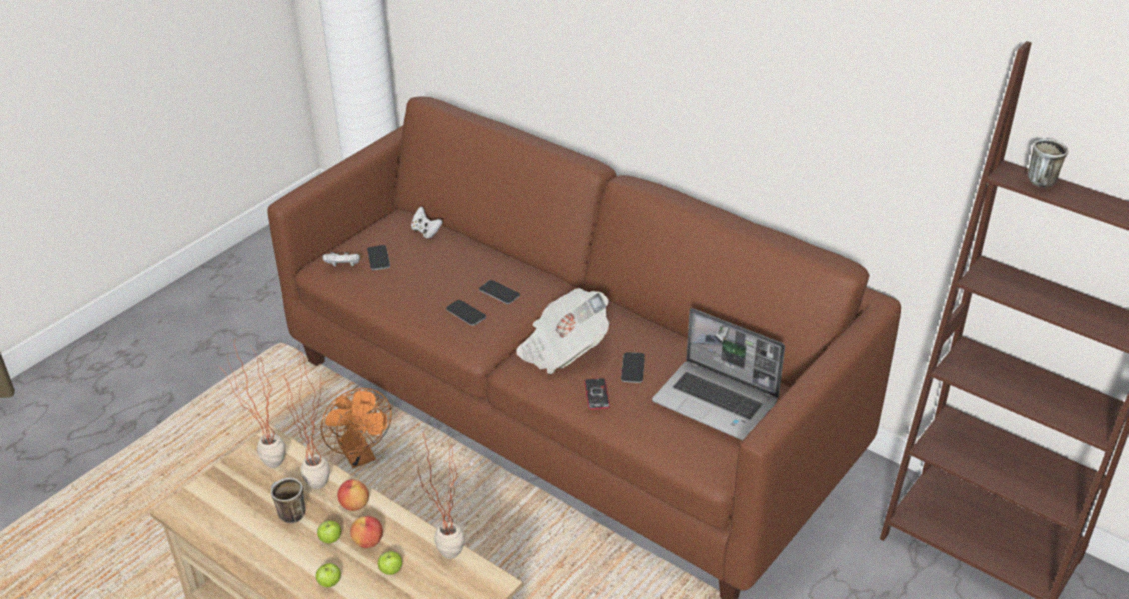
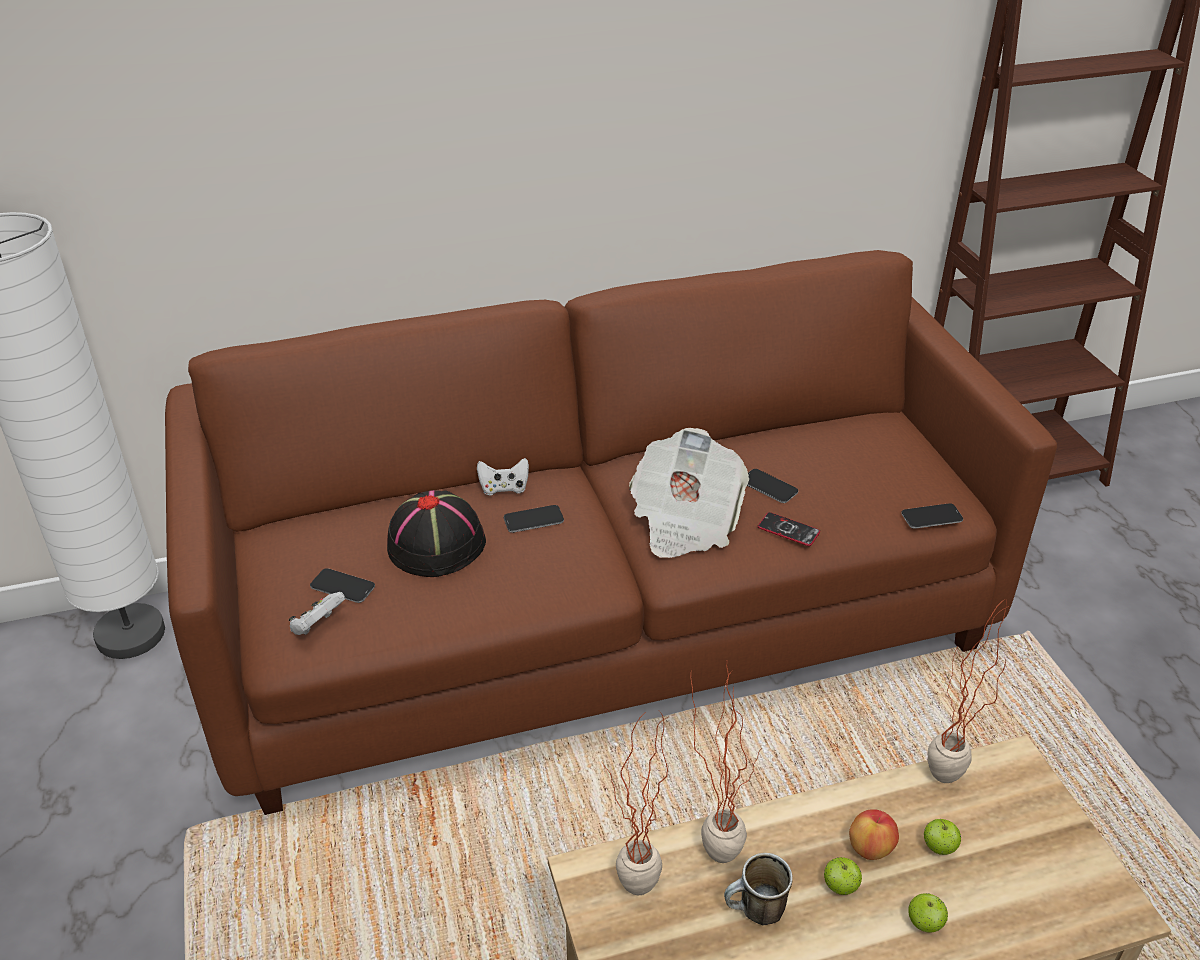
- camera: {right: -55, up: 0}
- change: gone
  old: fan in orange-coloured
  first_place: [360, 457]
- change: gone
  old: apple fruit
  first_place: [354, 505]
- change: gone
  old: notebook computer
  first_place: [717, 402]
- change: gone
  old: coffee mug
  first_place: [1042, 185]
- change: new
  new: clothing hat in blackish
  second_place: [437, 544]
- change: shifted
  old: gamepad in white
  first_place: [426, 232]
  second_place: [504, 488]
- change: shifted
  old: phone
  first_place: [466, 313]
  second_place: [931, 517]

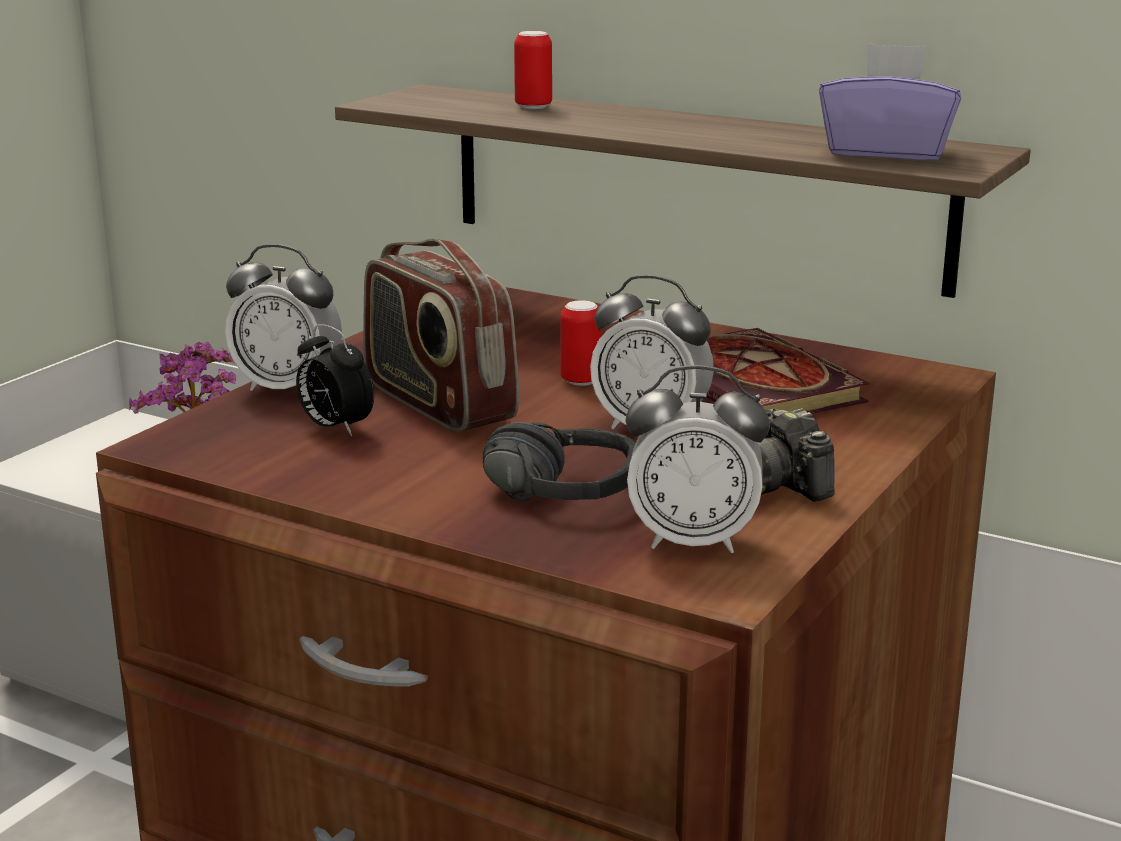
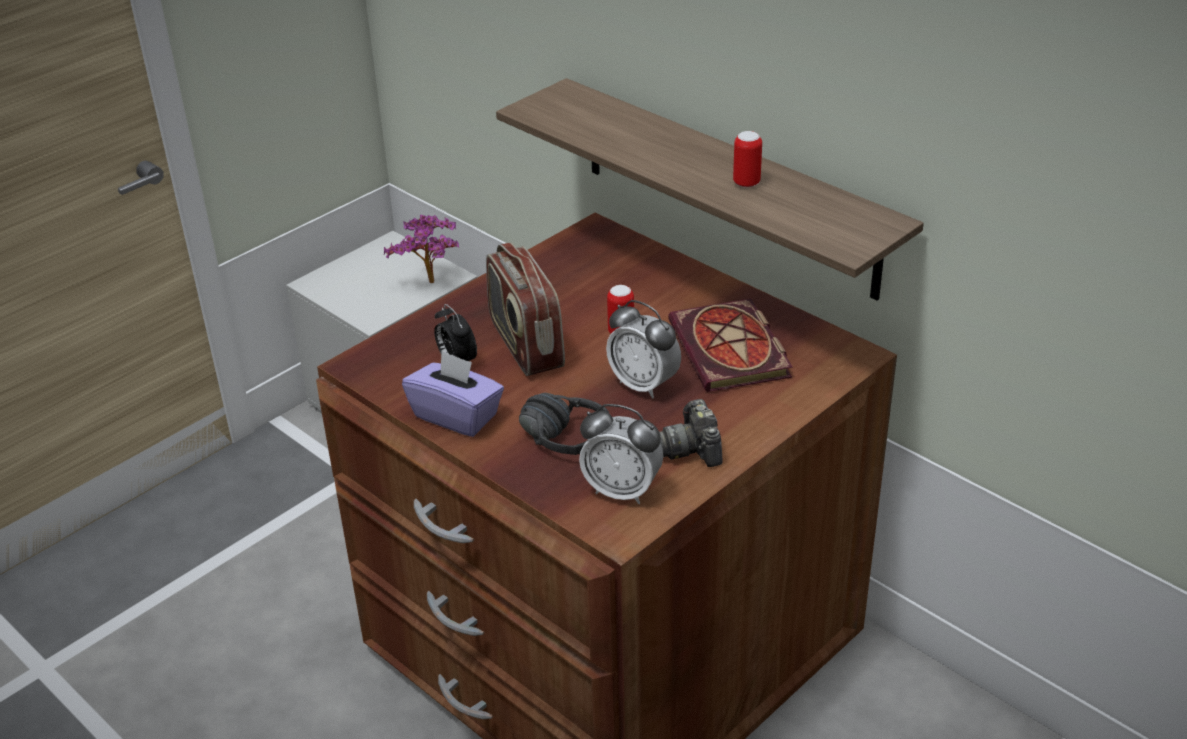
- camera: {right: 15, up: 15}
- change: gone
  old: table clock
  first_place: [287, 388]
- change: shifted
  old: metal can
  first_place: [533, 107]
  second_place: [746, 183]
- change: shifted
  old: tissue holder in purple-coloured
  first_place: [887, 152]
  second_place: [456, 415]

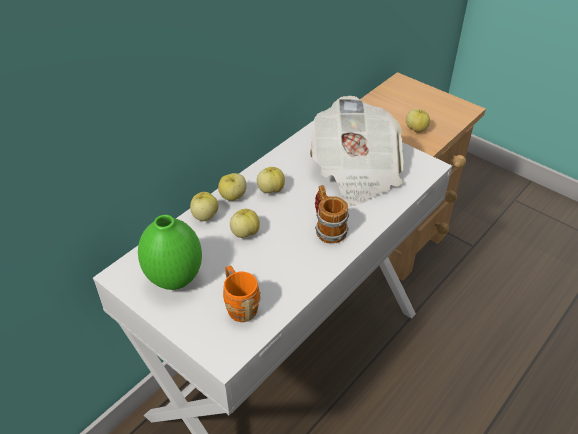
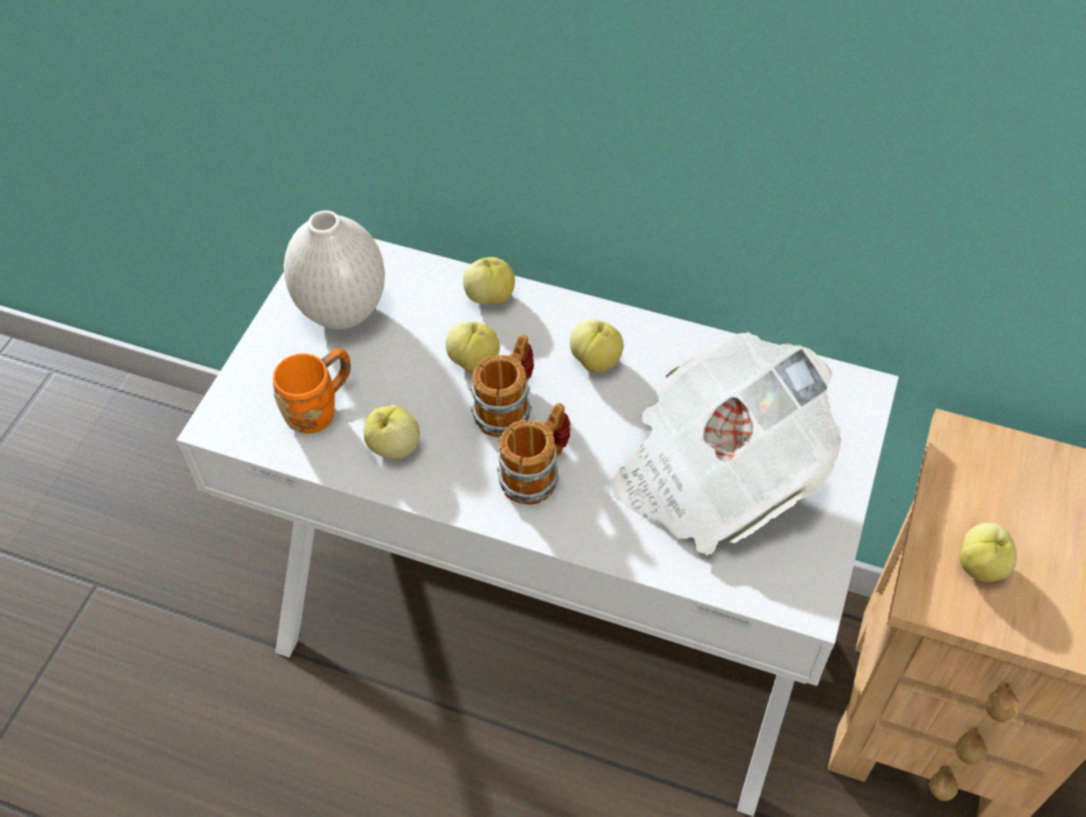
- camera: {right: 70, up: 10}
- change: new
  new: coffee mug
  second_place: [508, 406]
- change: shifted
  old: apple fruit
  first_place: [233, 197]
  second_place: [393, 447]
- change: repainted
  old: flower vase in green
  new: flower vase in white
  first_place: [176, 279]
  second_place: [344, 313]

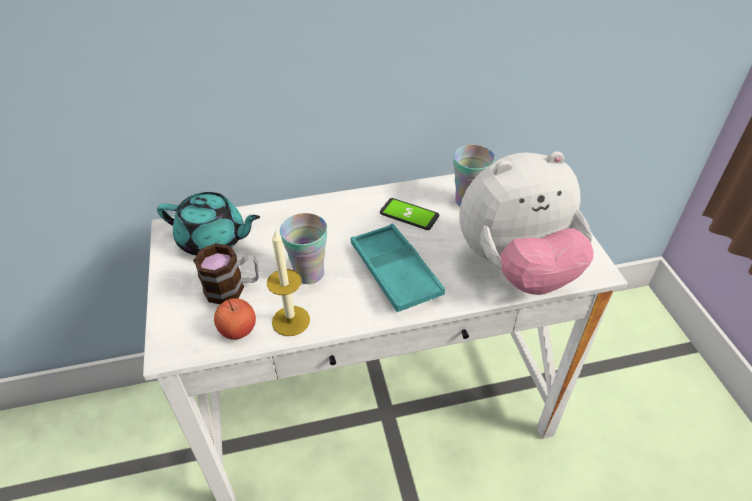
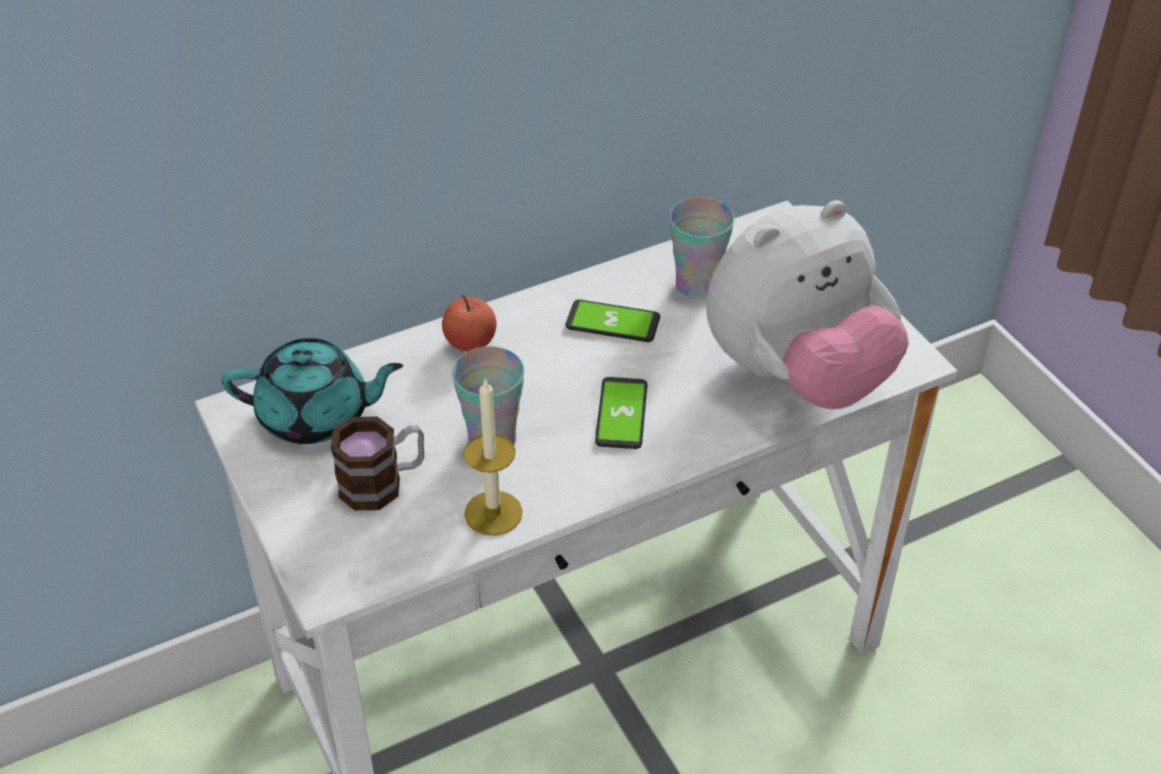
- camera: {right: -15, up: 0}
- change: shifted
  old: apple fruit
  first_place: [238, 330]
  second_place: [470, 342]
- change: swapped
  old: carrying tray in turquoise
  new: phone
  first_place: [394, 272]
  second_place: [621, 414]

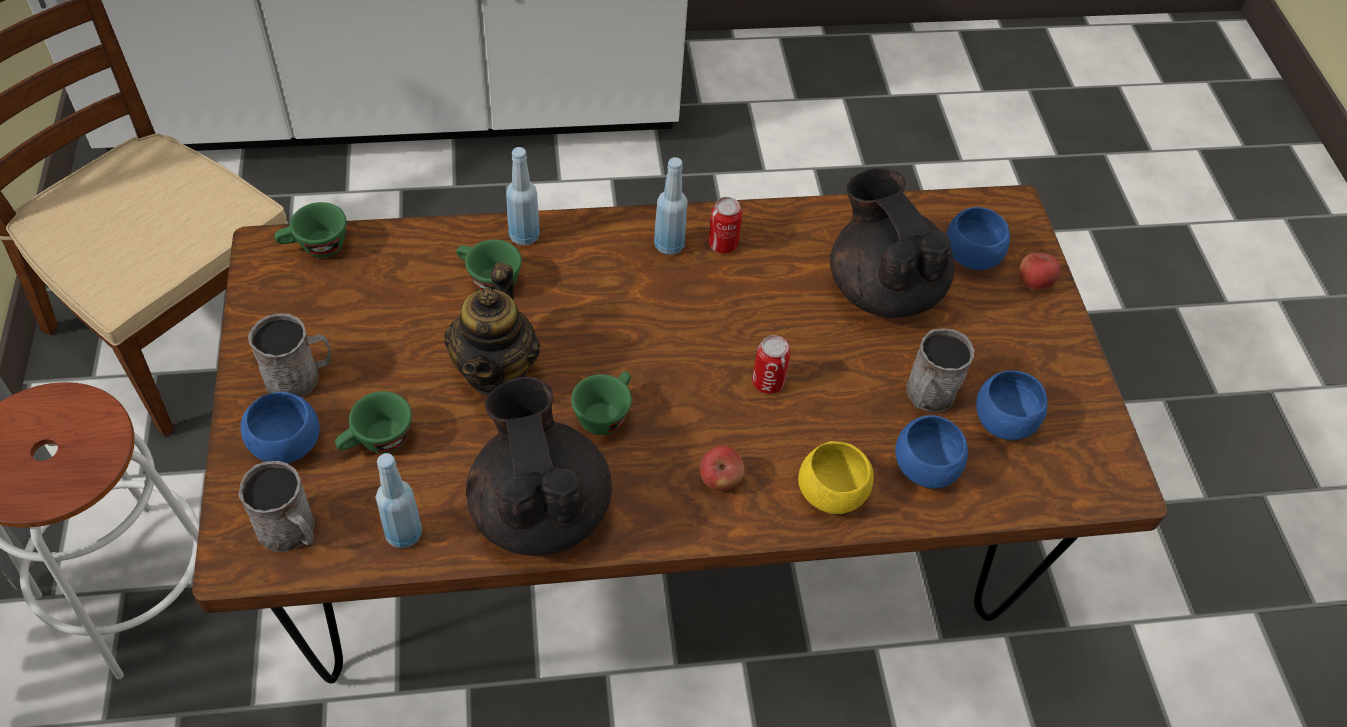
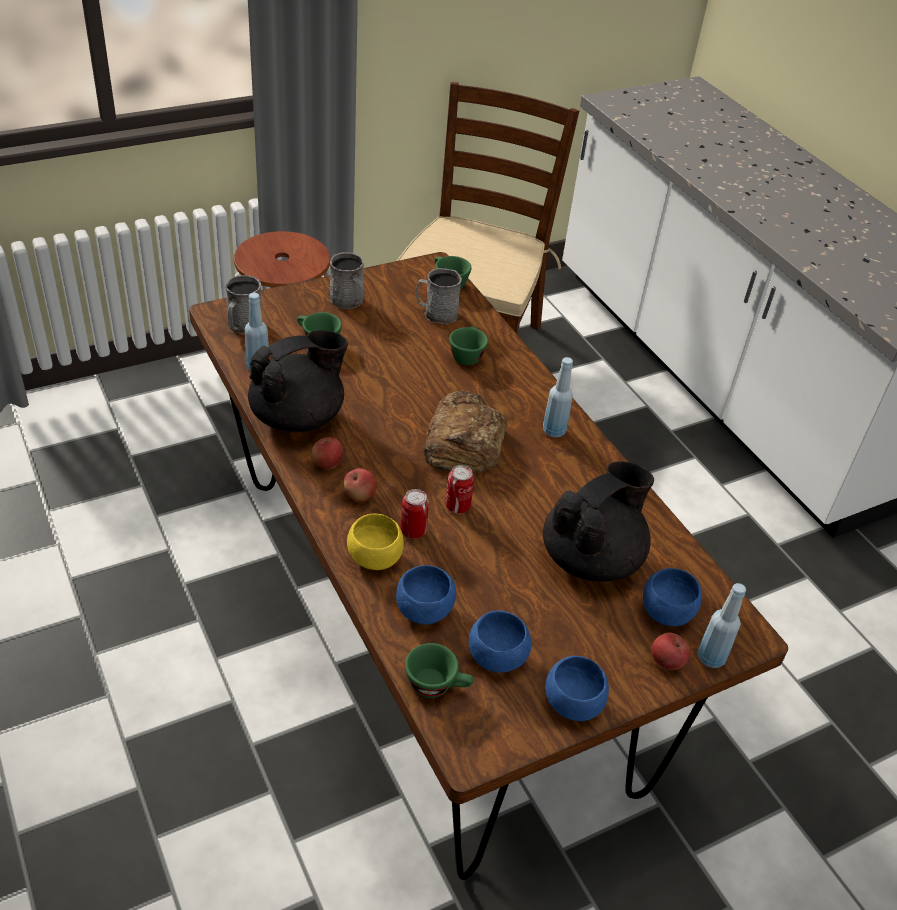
- camera: {right: 70, up: -10}
- change: gone
  old: tea pot
  first_place: [496, 371]
- change: new
  new: apple fruit
  second_place: [327, 463]
- change: new
  new: bread
  second_place: [463, 442]
- change: shifted
  old: deep dish in blue-coloured
  first_place: [286, 445]
  second_place: [572, 704]
- change: shifted
  old: beverage bottle in blue-coloured
  first_place: [524, 236]
  second_place: [711, 658]
- change: shifted
  old: drinking cup in green
  first_place: [605, 413]
  second_place: [437, 685]
- change: shifted
  old: metal can
  first_place: [722, 244]
  second_place: [413, 530]
- change: shifted
  old: coffee mug in gray
  first_place: [927, 396]
  second_place: [436, 313]

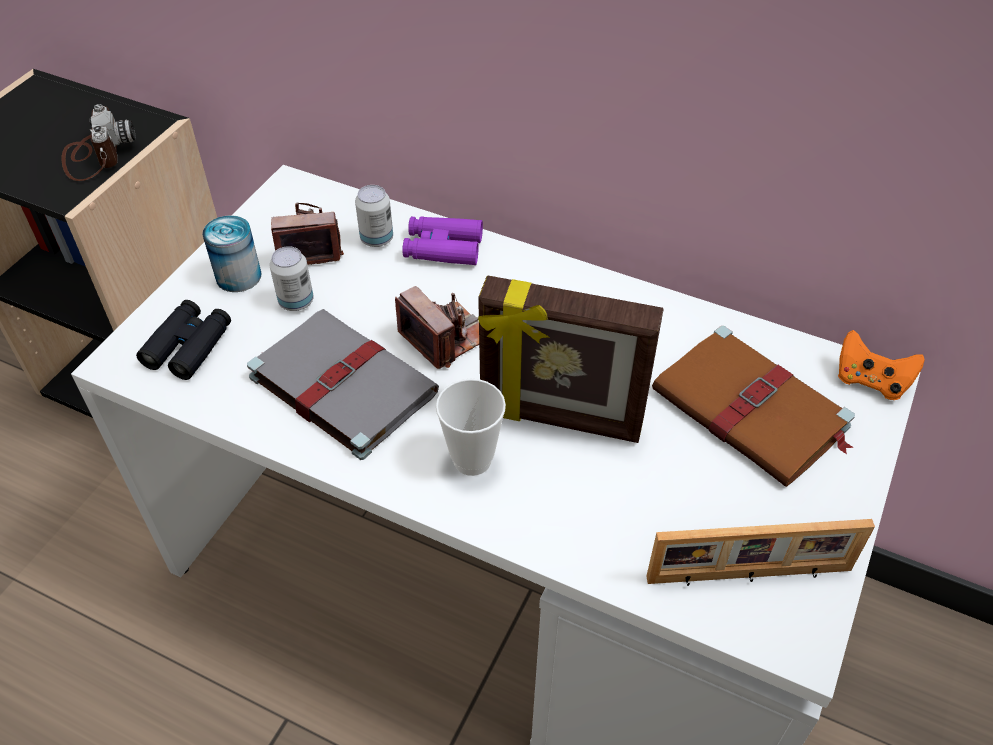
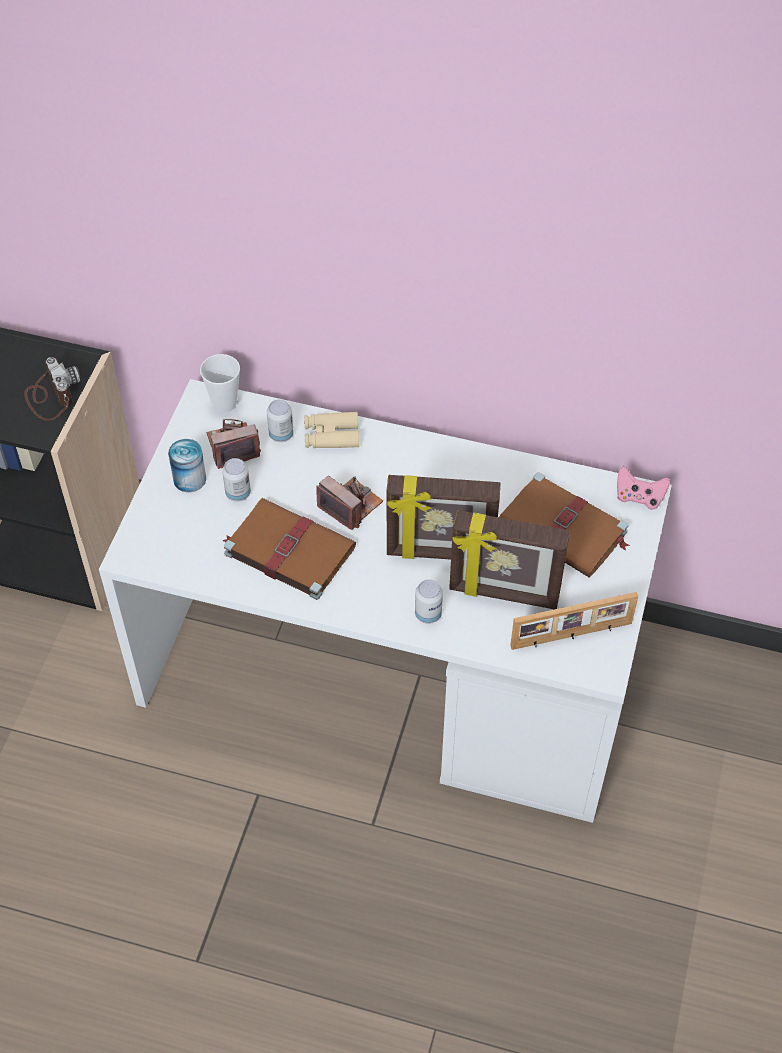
- camera: {right: -10, up: 5}
- change: gone
  old: pair of binoculars in blackish
  first_place: [188, 346]
- change: new
  new: metal can
  second_place: [428, 614]
- change: new
  new: picture frame
  second_place: [503, 594]
- change: shifted
  old: drinking cup
  first_place: [472, 460]
  second_place: [224, 403]
- change: repainted
  old: volume in gray
  new: volume in brown-coloured
  first_place: [340, 384]
  second_place: [287, 550]
- change: repainted
  old: pair of binoculars in purple-coloured
  new: pair of binoculars in beige-coloured
  first_place: [443, 248]
  second_place: [331, 435]
- change: repainted
  old: gamepad in orange-coloured
  new: gamepad in pinkish
  first_place: [870, 381]
  second_place: [639, 497]

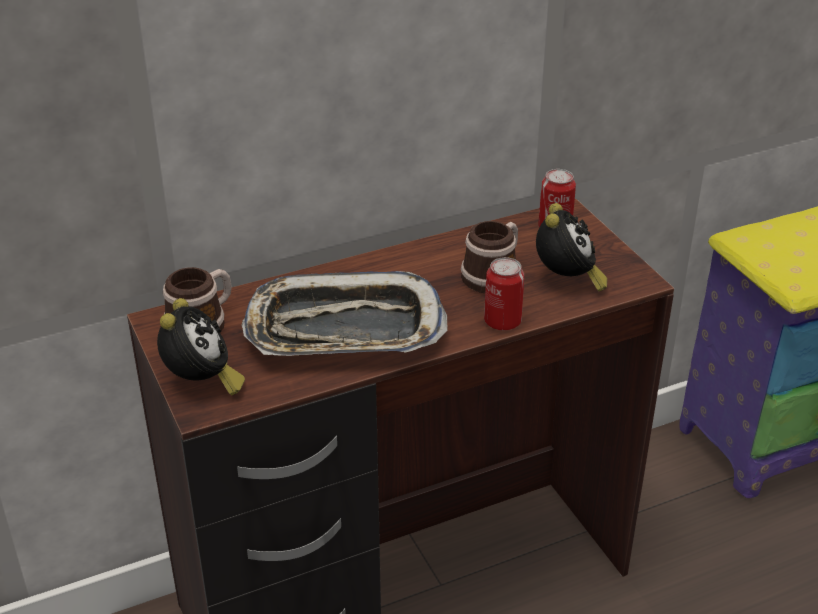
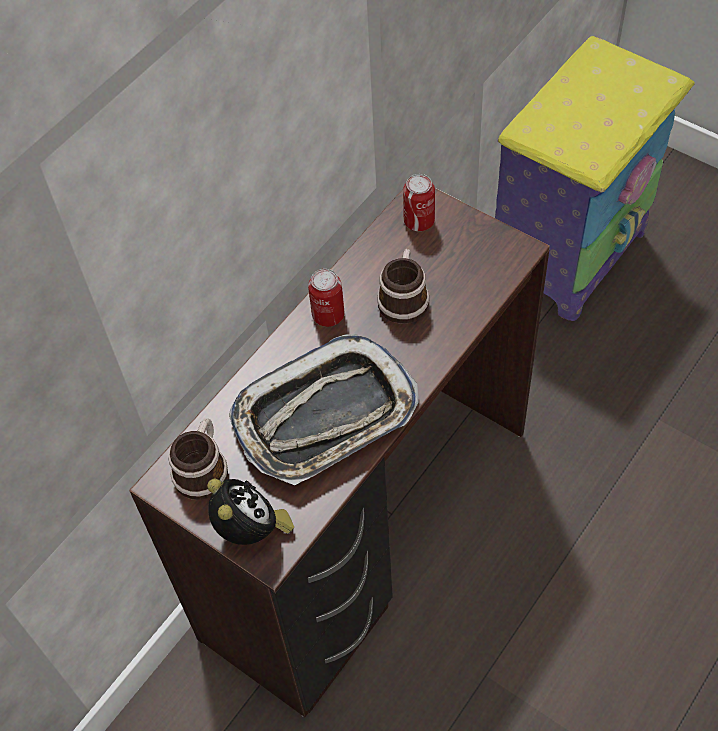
- camera: {right: -25, up: 20}
- change: gone
  old: table clock
  first_place: [567, 281]
- change: shifted
  old: metal can
  first_place: [502, 322]
  second_place: [328, 315]

